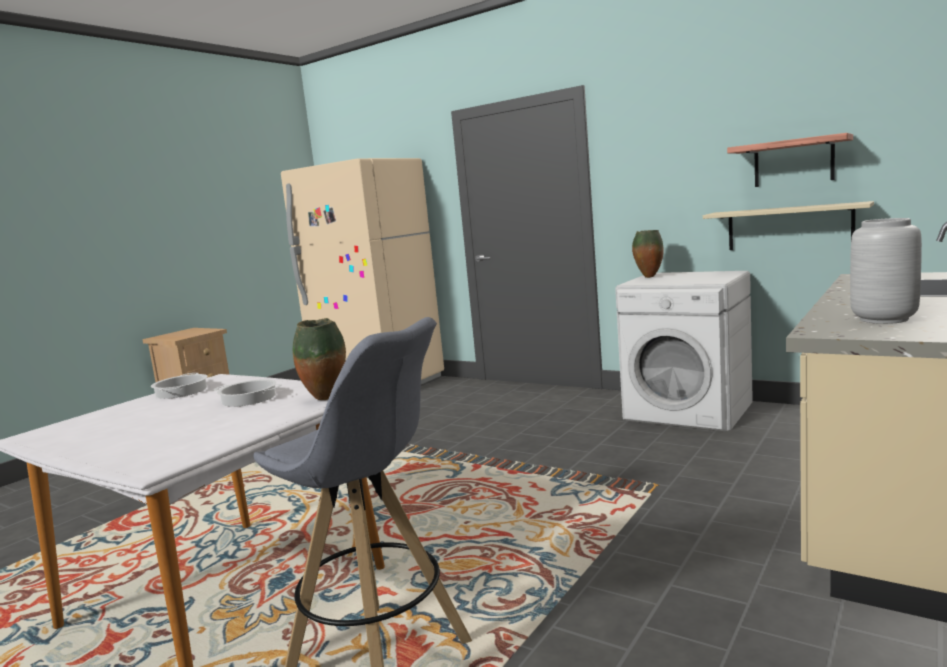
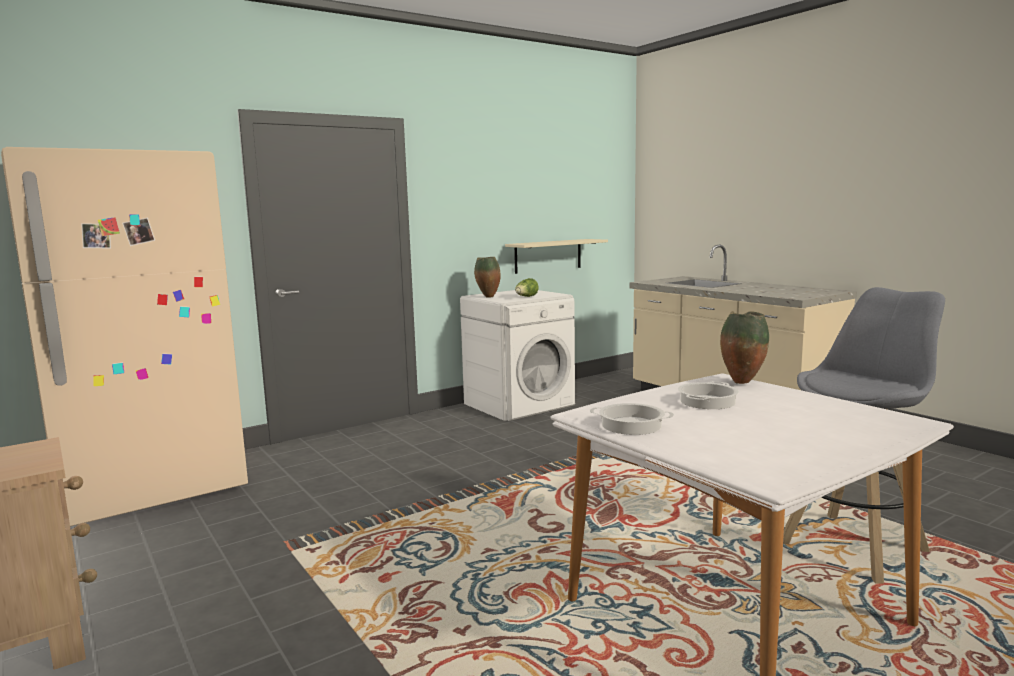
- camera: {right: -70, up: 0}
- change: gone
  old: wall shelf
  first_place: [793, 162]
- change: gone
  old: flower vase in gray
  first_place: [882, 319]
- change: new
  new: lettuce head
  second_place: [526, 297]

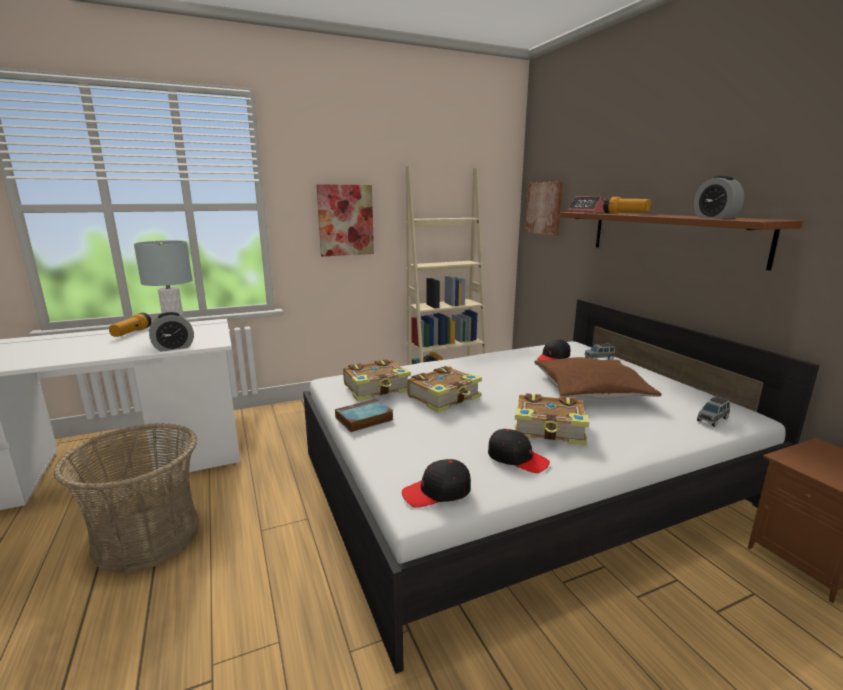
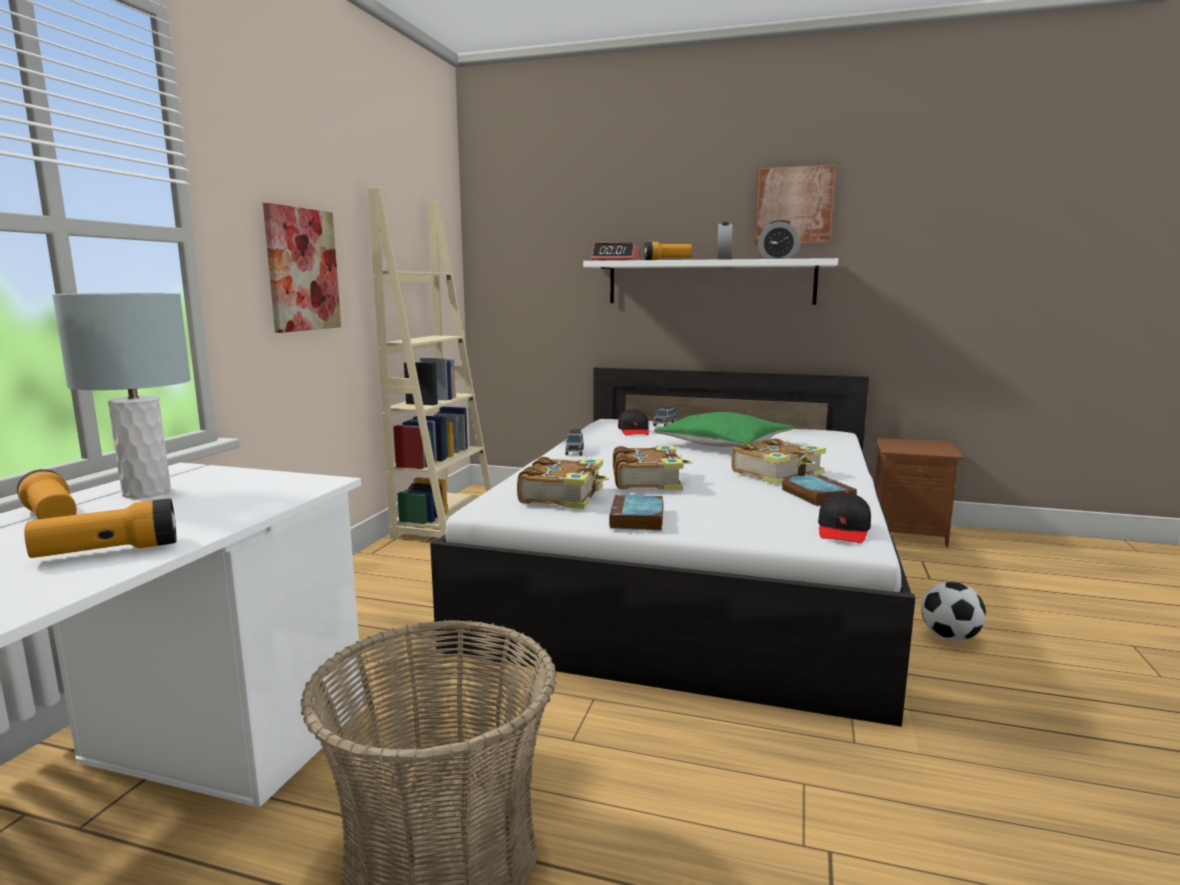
- camera: {right: -50, up: -5}
- change: new
  new: hand torch
  second_place: [108, 551]
- change: new
  new: football
  second_place: [950, 637]
- change: shifted
  old: table clock
  first_place: [174, 347]
  second_place: [723, 259]
- change: shifted
  old: wall art
  first_place: [544, 208]
  second_place: [794, 206]
- change: shifted
  old: miniature car in gray
  first_place: [712, 419]
  second_place: [574, 452]
- change: swapped
  old: cap in blackish
  new: volume
  first_place: [517, 458]
  second_place: [816, 495]
- change: repainted
  old: throw pillow in brown-coloured
  new: throw pillow in green
  first_place: [590, 390]
  second_place: [723, 444]
- change: repainted
  old: wall shelf in brown-coloured
  new: wall shelf in white
  first_place: [671, 236]
  second_place: [710, 282]

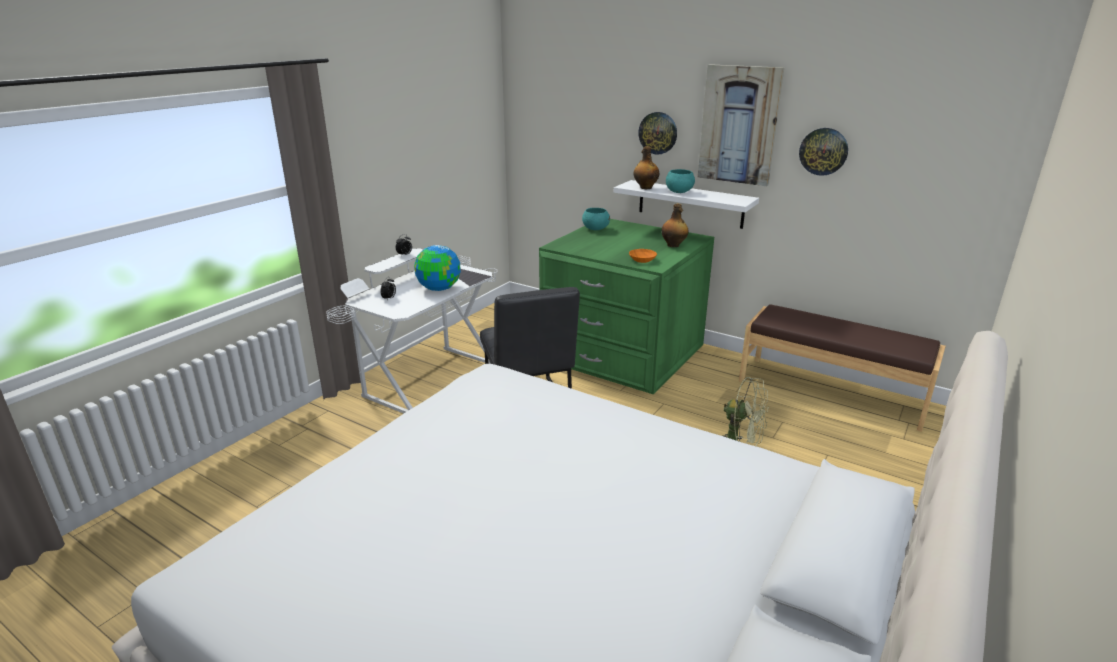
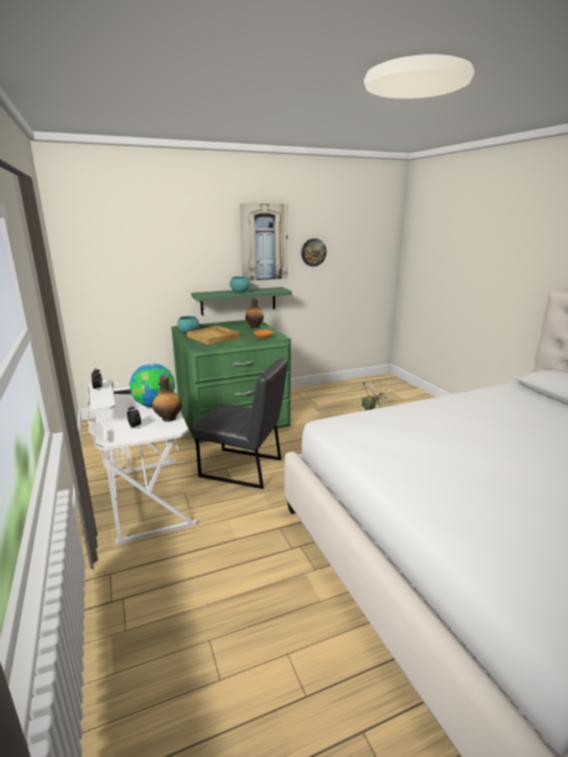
- camera: {right: -55, up: -5}
- change: gone
  old: wall clock
  first_place: [658, 133]
- change: gone
  old: bench in brown-coloured
  first_place: [831, 391]
- change: new
  new: carrying tray in beige-coloured
  second_place: [214, 337]
- change: shifted
  old: beverage bottle
  first_place: [645, 188]
  second_place: [168, 419]
- change: repainted
  old: wall shelf in white
  new: wall shelf in green
  first_place: [690, 204]
  second_place: [238, 300]

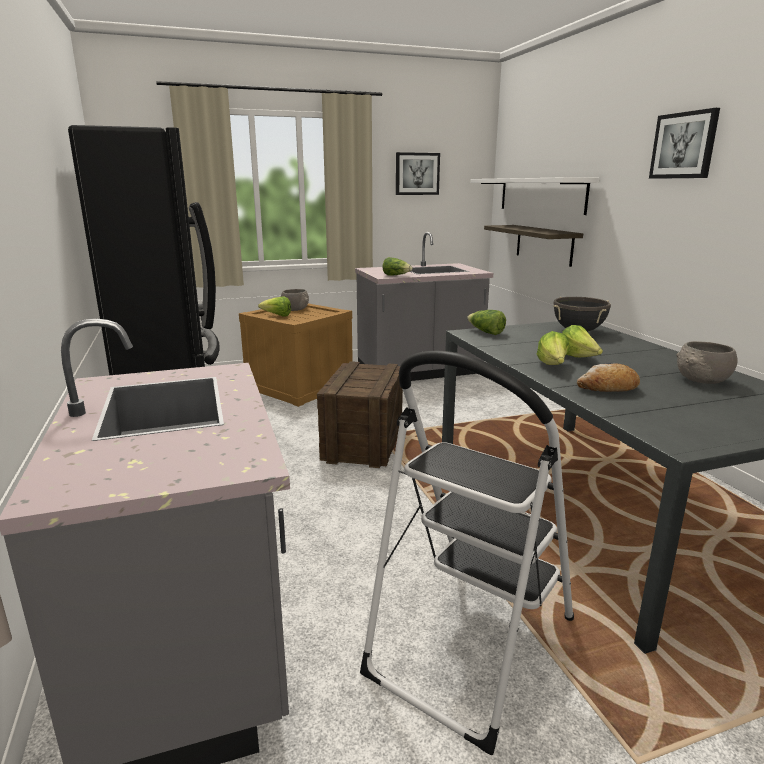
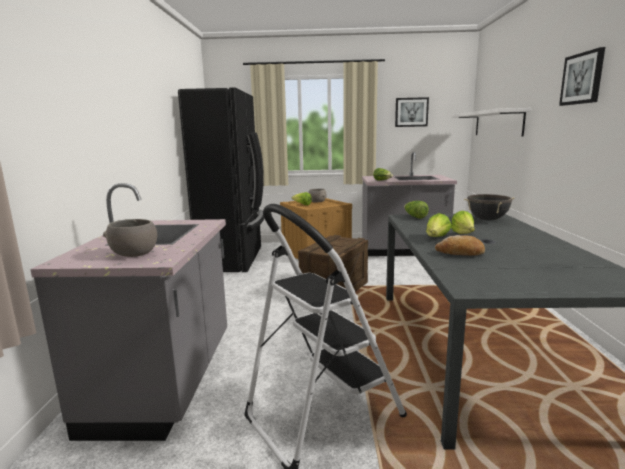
- camera: {right: 20, up: -5}
- change: gone
  old: wall shelf
  first_place: [544, 244]
- change: shifted
  old: deep dish in gray
  first_place: [702, 380]
  second_place: [133, 254]

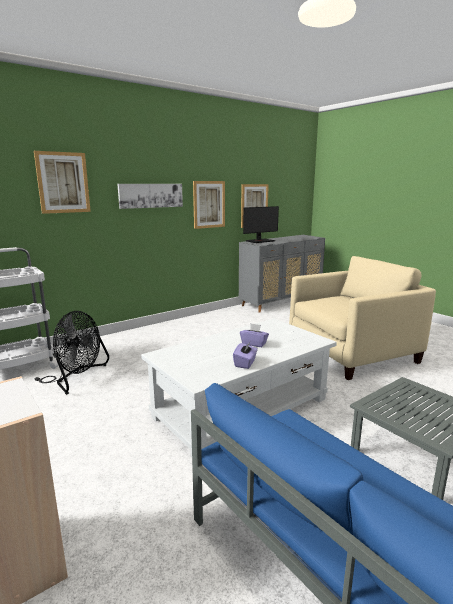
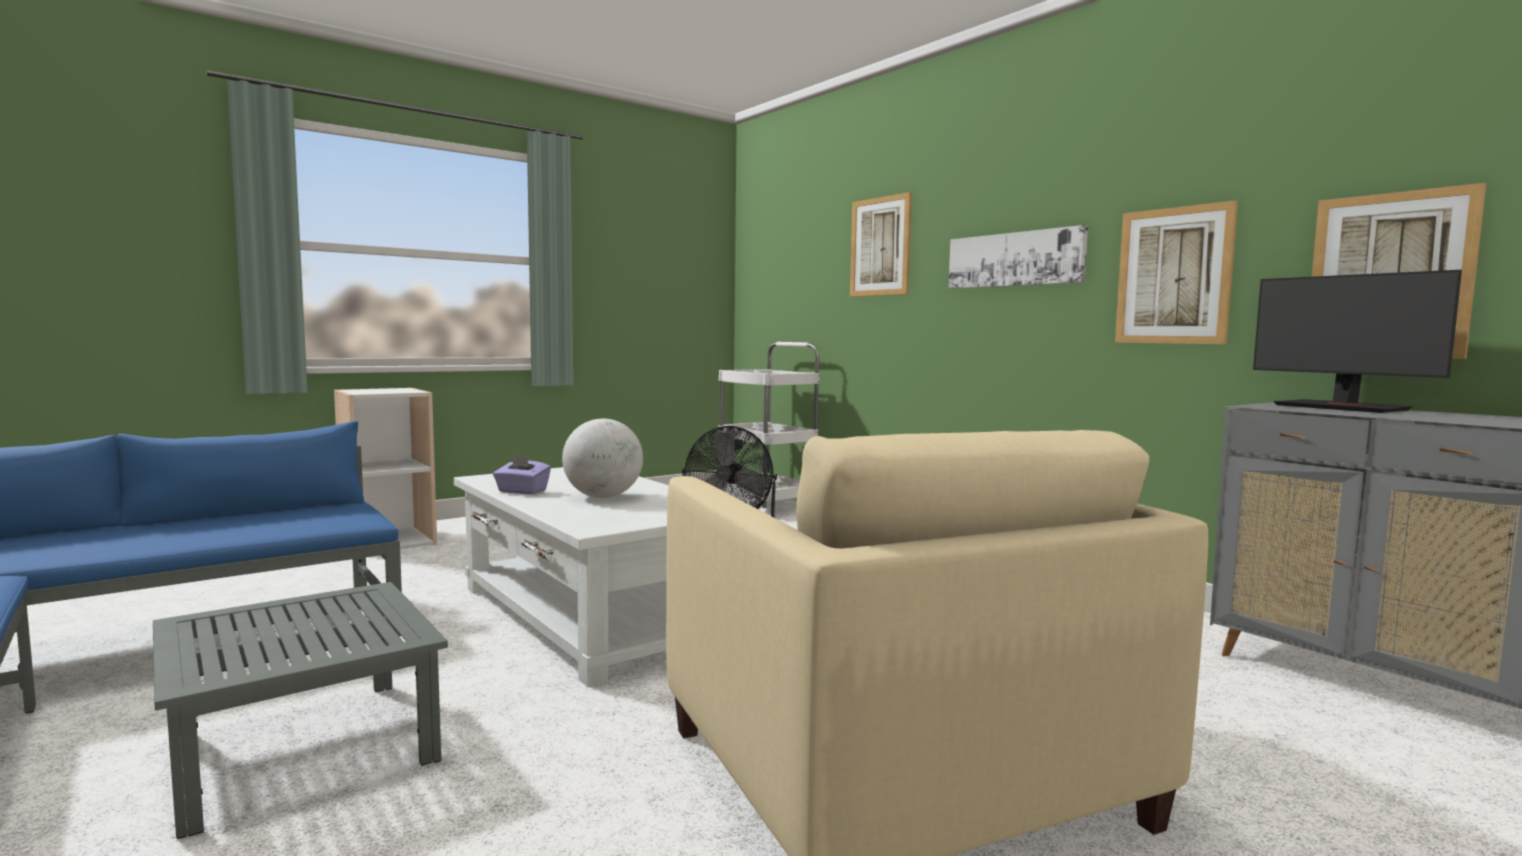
- camera: {right: 90, up: -10}
- change: swapped
  old: tissue holder in purple-coloured
  new: globe
  first_place: [254, 343]
  second_place: [603, 497]

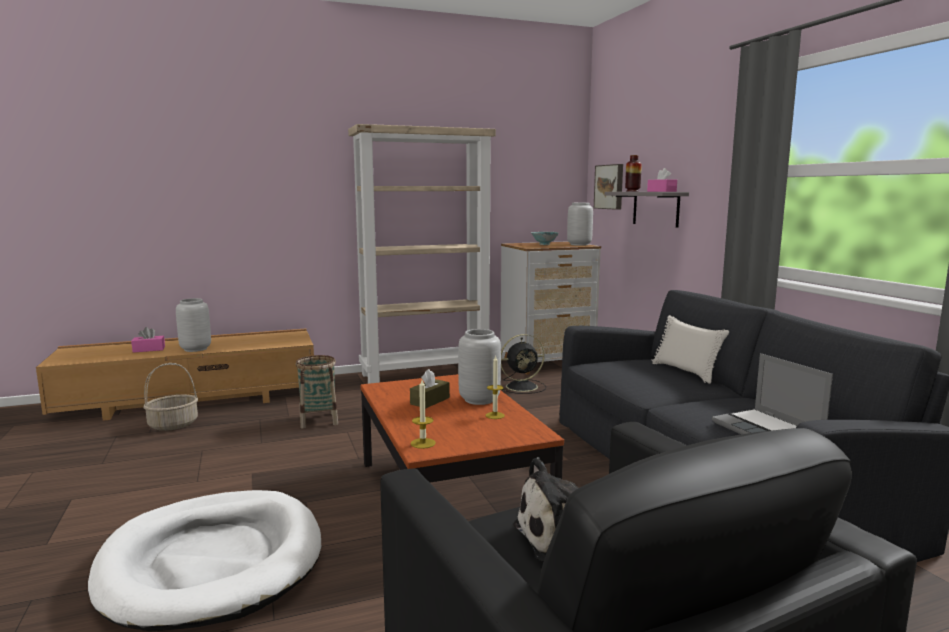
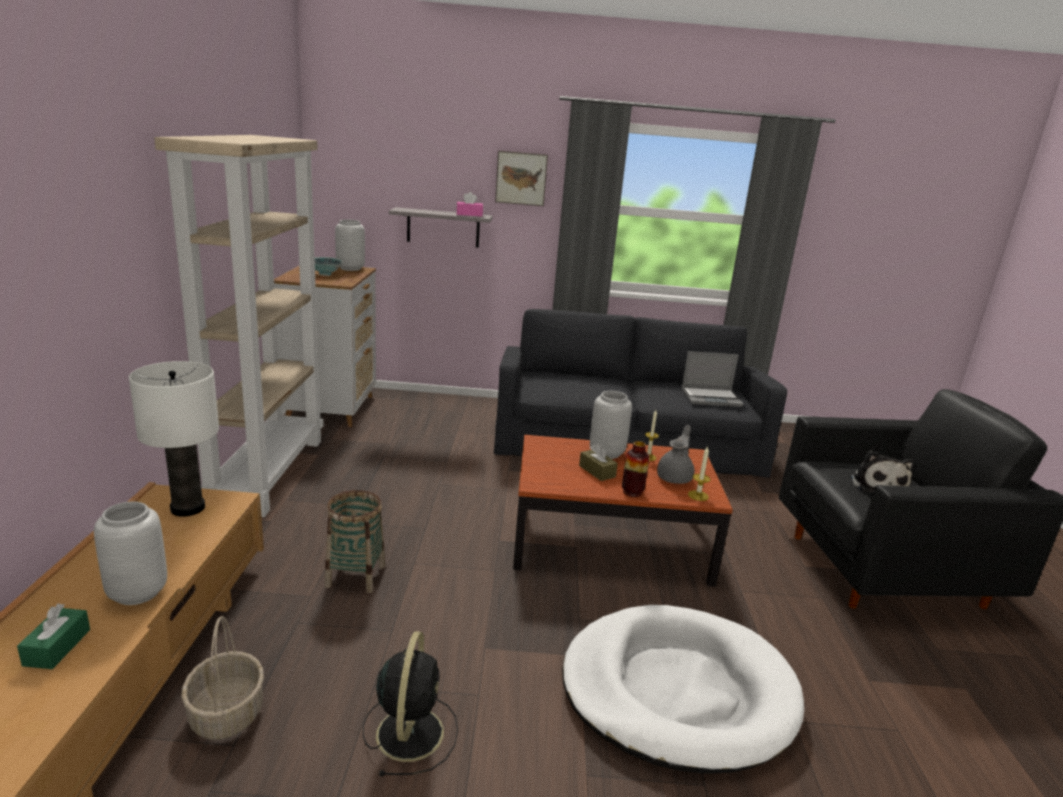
- camera: {right: -70, up: 10}
- change: gone
  old: throw pillow in white
  first_place: [686, 372]
- change: new
  new: table lamp in white
  second_place: [187, 508]
- change: new
  new: tea pot in gray
  second_place: [675, 478]
- change: shifted
  old: fan in blackish
  first_place: [523, 386]
  second_place: [410, 731]
- change: shifted
  old: wall art
  first_place: [610, 187]
  second_place: [521, 178]
- change: shifted
  old: flower vase
  first_place: [632, 191]
  second_place: [632, 492]
- change: repainted
  old: tissue holder in pinkish
  new: tissue holder in green
  first_place: [149, 349]
  second_place: [57, 647]

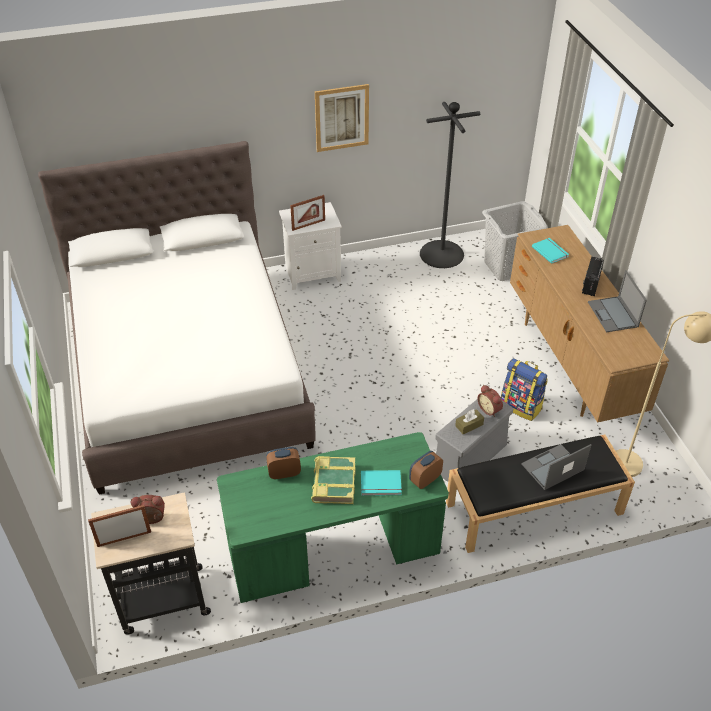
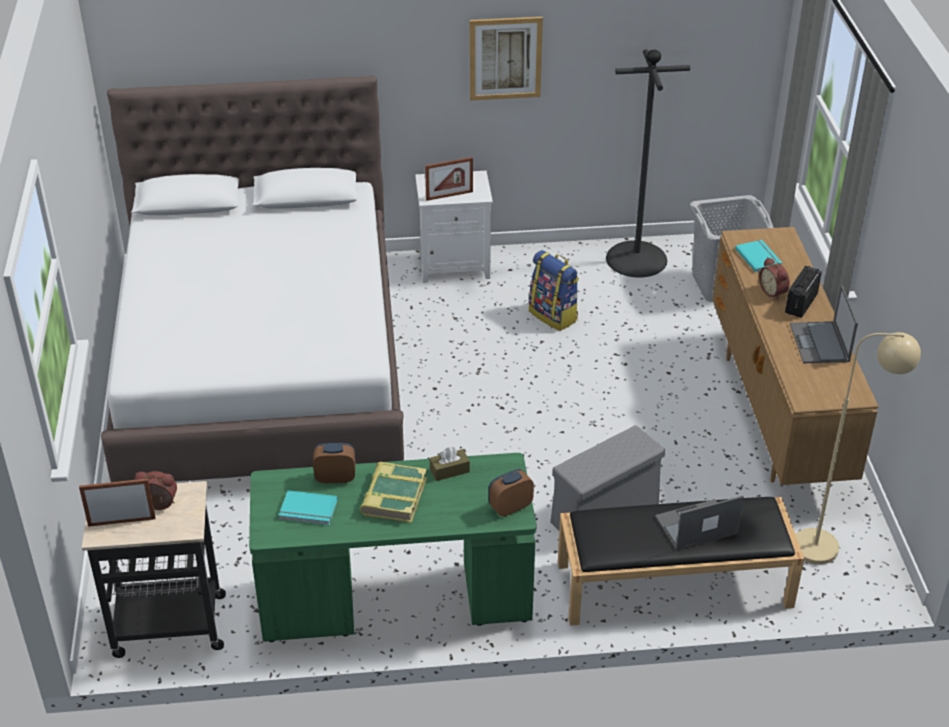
- camera: {right: 10, up: -5}
- change: shifted
  old: volume in turquoise
  first_place: [381, 485]
  second_place: [308, 510]
- change: shifted
  old: tissue holder in brown-coloured
  first_place: [469, 425]
  second_place: [449, 470]
- change: shifted
  old: table clock
  first_place: [490, 409]
  second_place: [773, 292]
- change: shifted
  old: rucksack
  first_place: [521, 406]
  second_place: [554, 315]

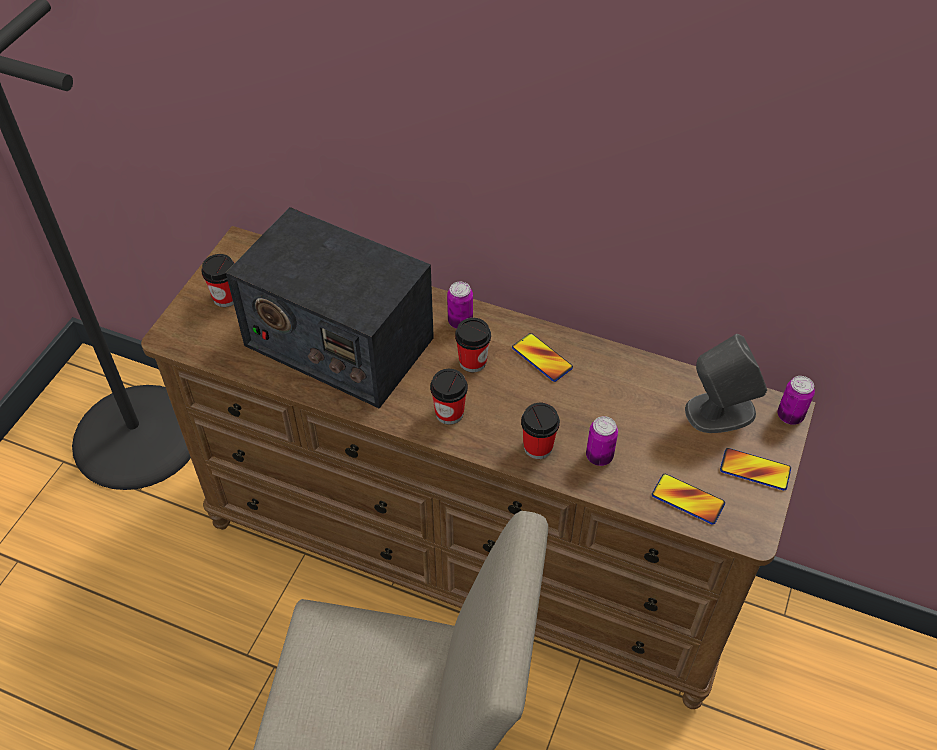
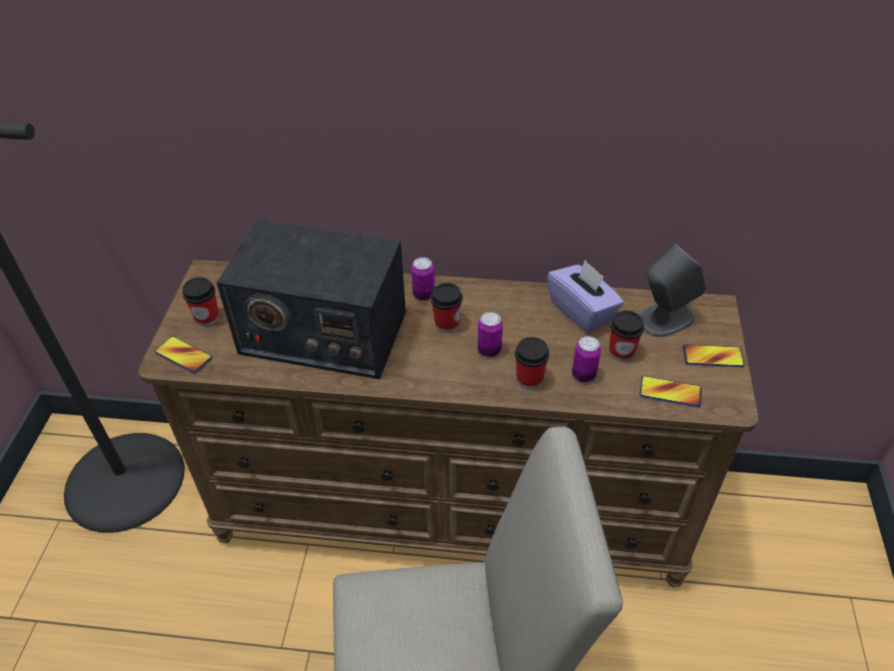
- camera: {right: -15, up: -5}
- change: new
  new: tissue holder in purple-coloured
  second_place: [582, 311]
- change: shifted
  old: drinking cup
  first_place: [449, 413]
  second_place: [621, 352]
- change: shifted
  old: phone
  first_place: [542, 358]
  second_place: [183, 355]
- change: shifted
  old: metal can
  first_place: [790, 416]
  second_place: [489, 350]

